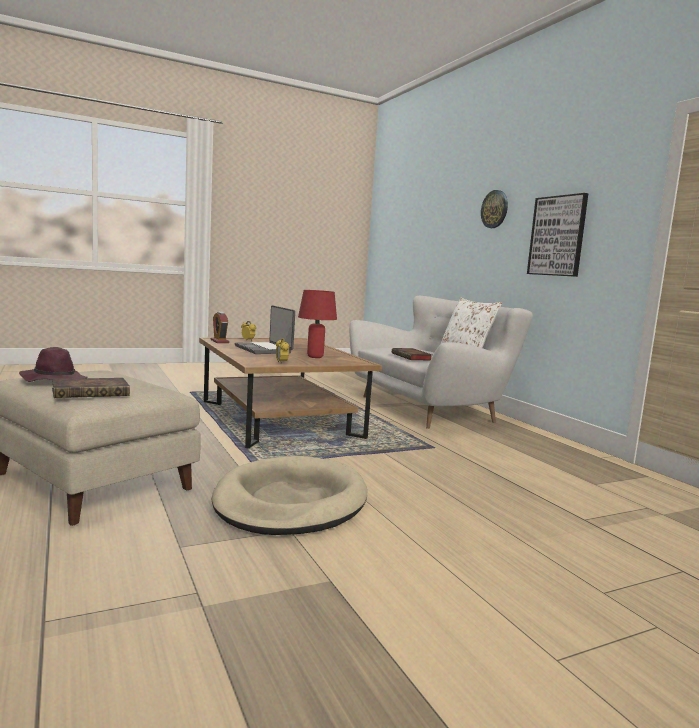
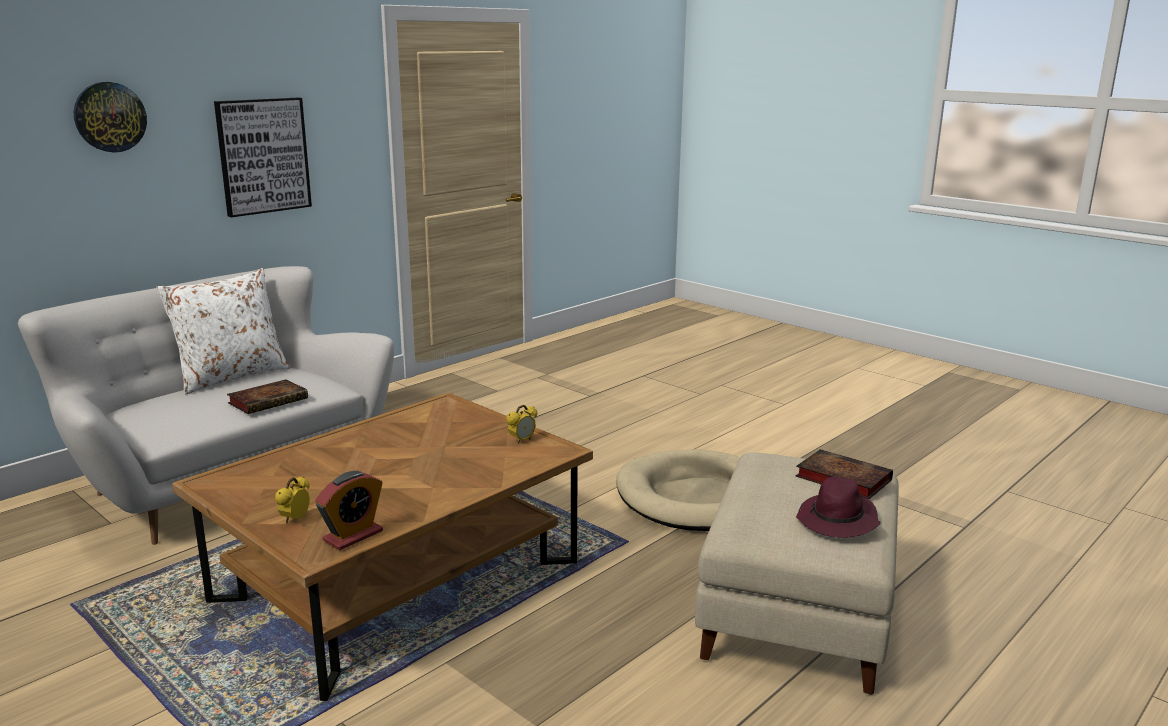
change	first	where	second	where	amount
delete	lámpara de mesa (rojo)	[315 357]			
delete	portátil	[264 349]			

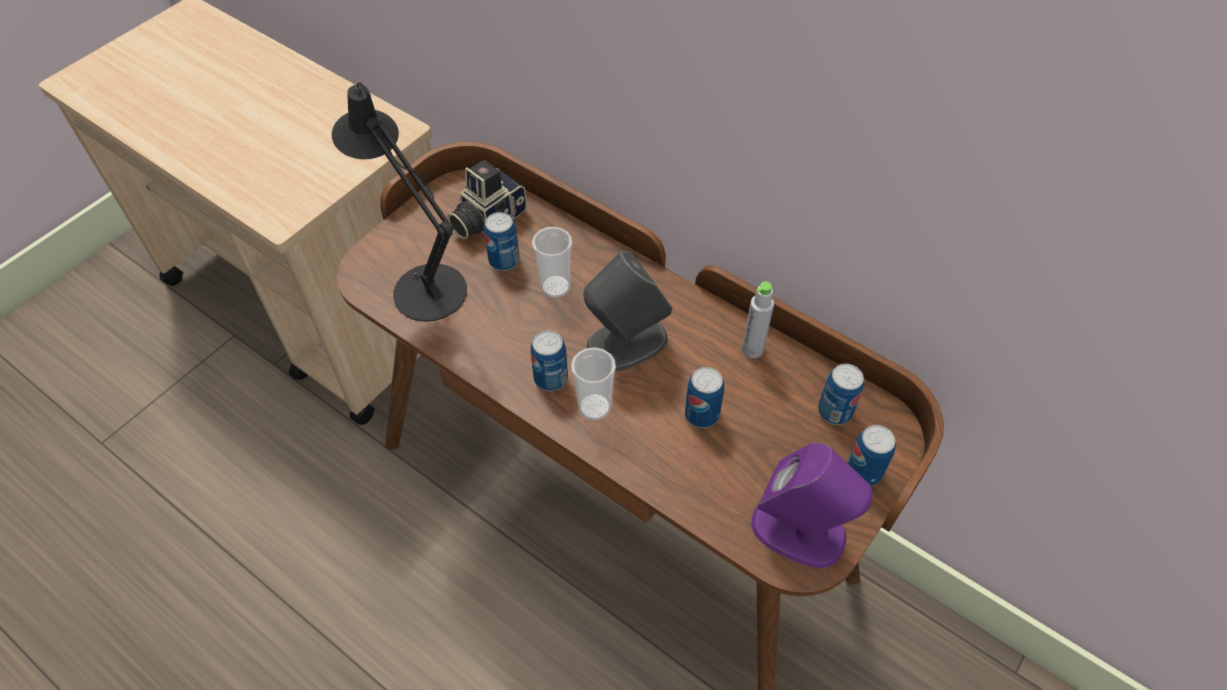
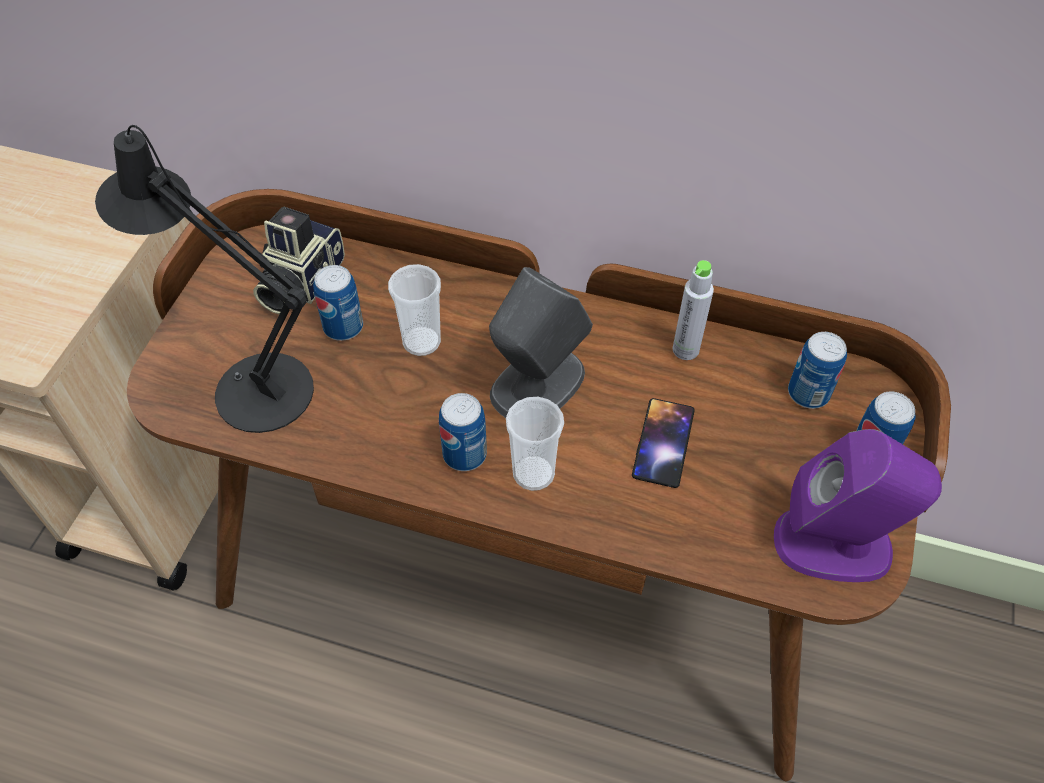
change	first	where	second	where	amount
replace	lata	[701 414]	móvil	[663 443]	

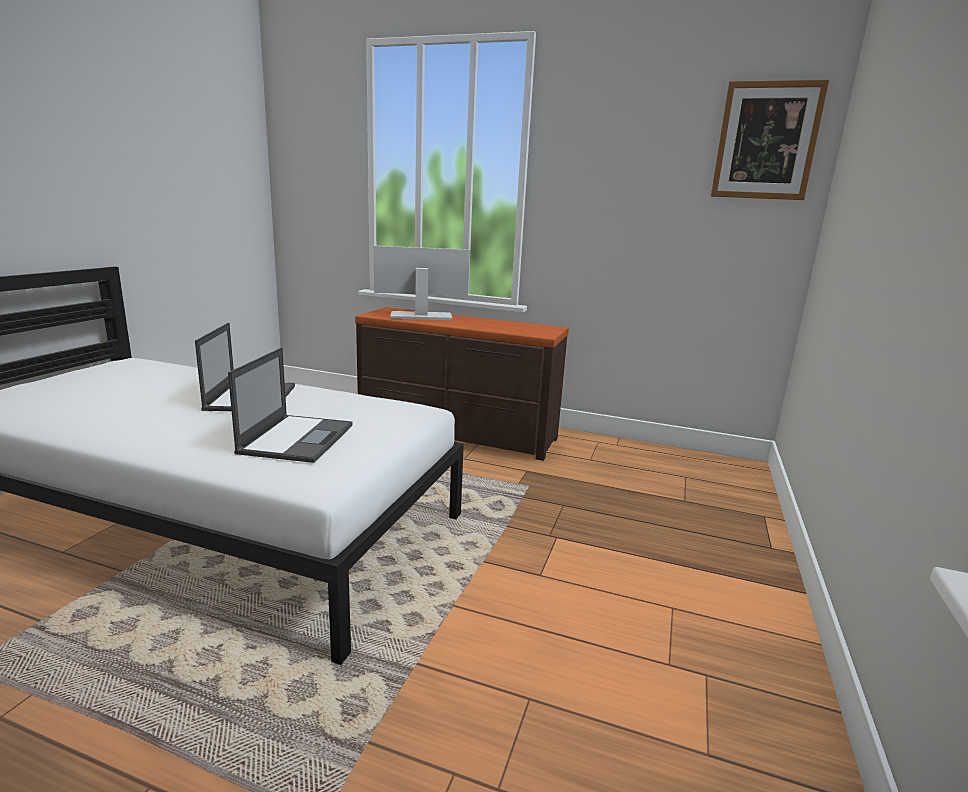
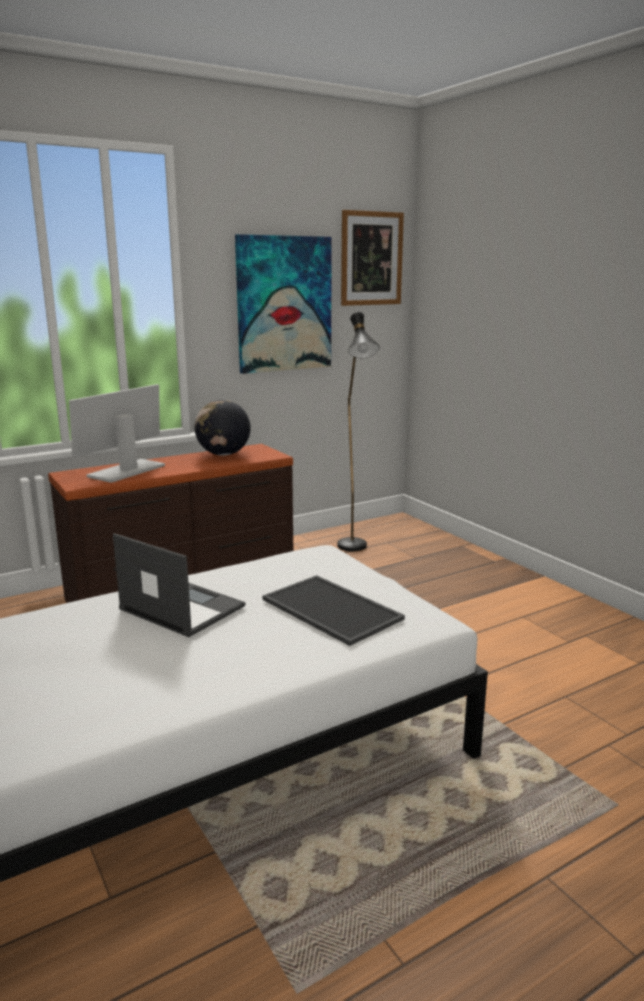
change	first	where	second	where	amount
replace	portátil	[297 438]	bandeja	[329 609]	
insert			cuadro	[284 304]	
insert			lámpara de pie (negro)	[355 550]	
insert			globo terráqueo	[223 454]	

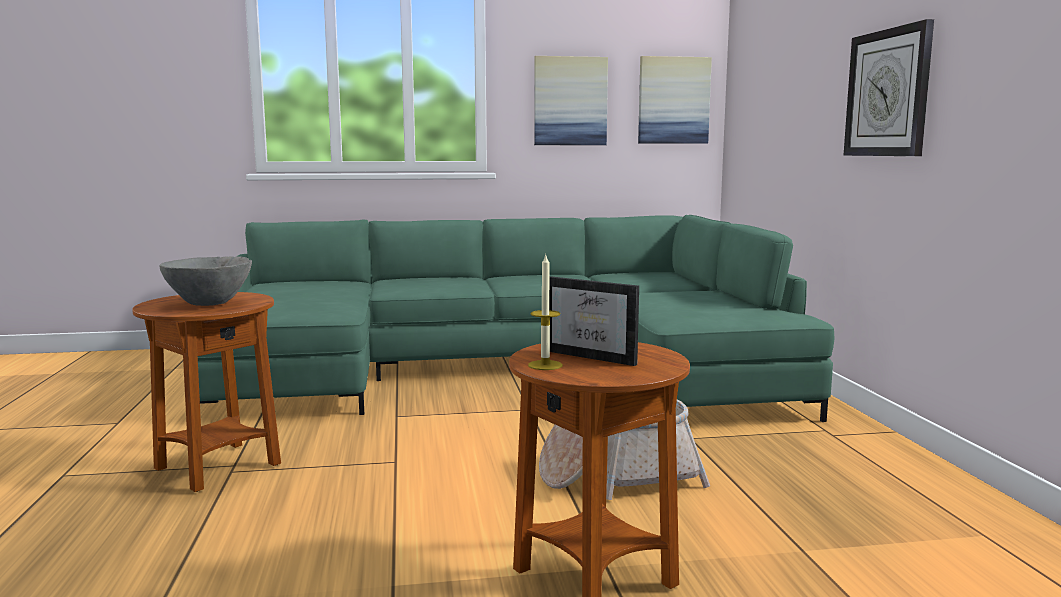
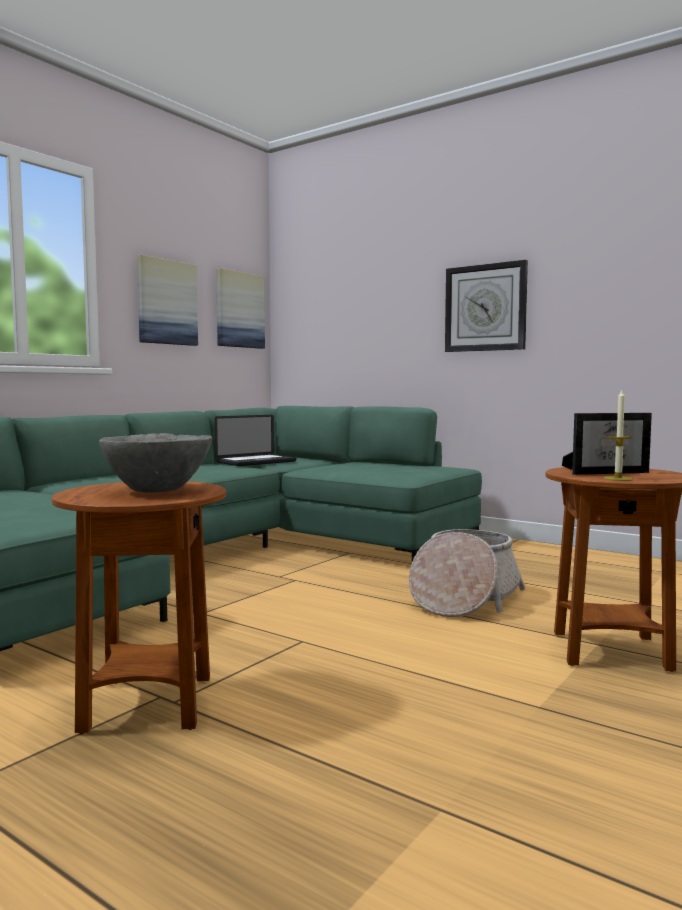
change	first	where	second	where	amount
insert			portátil	[256 462]	

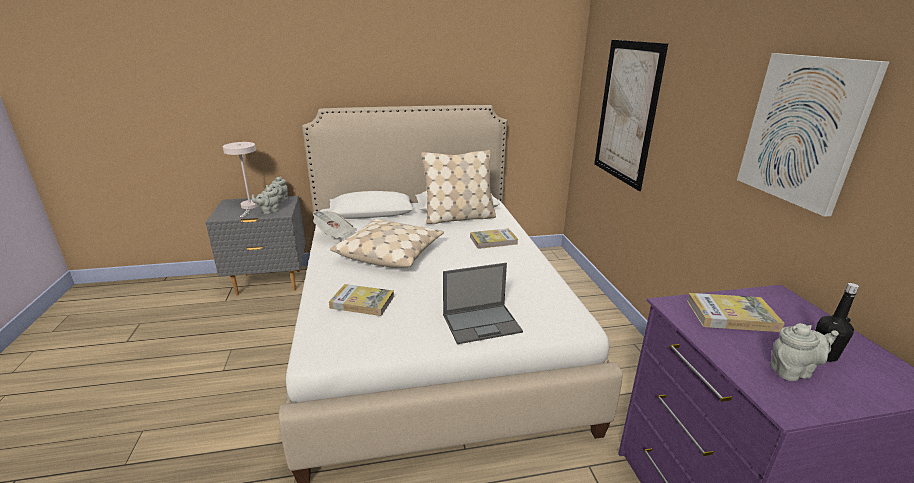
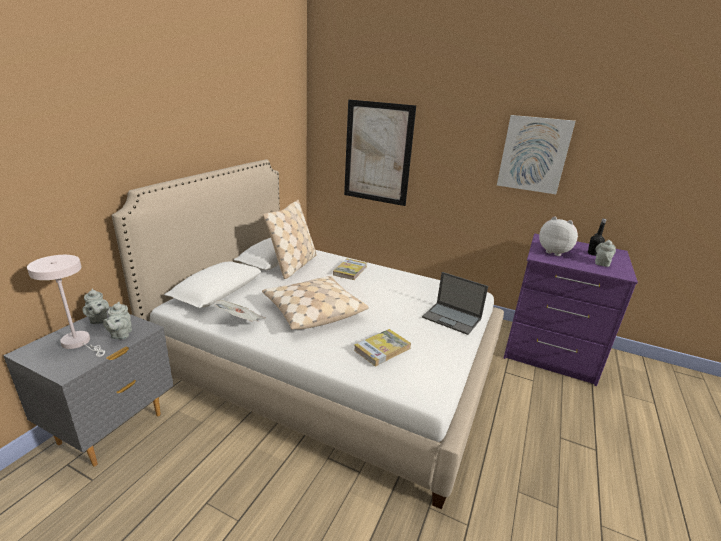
change	first	where	second	where	amount
rotate	portátil	[482 323]		[452 318]	105 degrees clockwise
replace	libro	[731 315]	peluche	[555 252]	

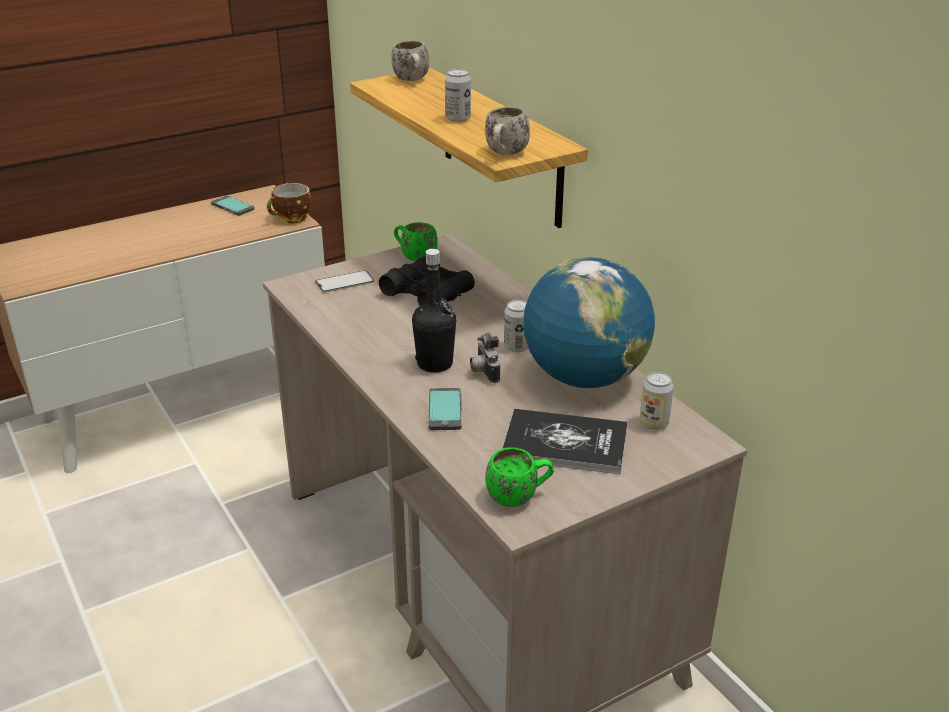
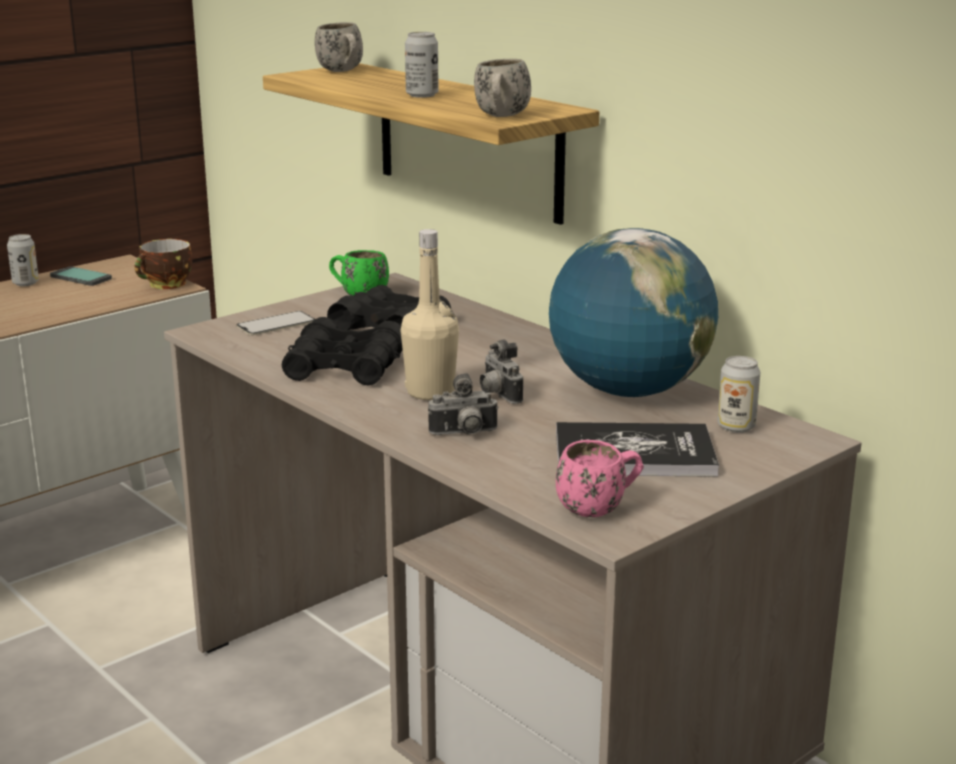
change	first	where	second	where	amount
recolor	botella (negro)	[435 364]	botella (beis)	[430 392]	
move	lata	[516 347]		[25 283]	
replace	móvil	[445 410]	cámara	[464 434]	
recolor	taza grande (verde)	[519 497]	taza grande (rosa)	[599 508]	
insert			prismáticos (negro)	[345 367]	

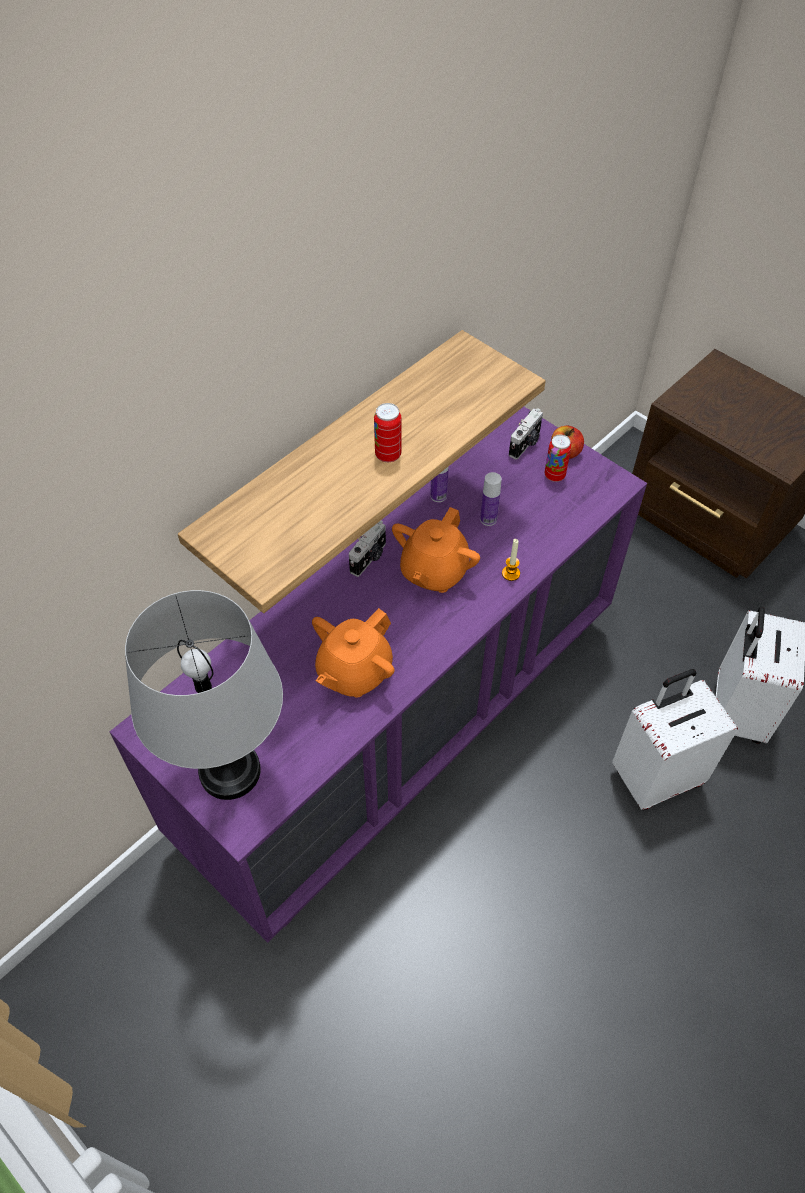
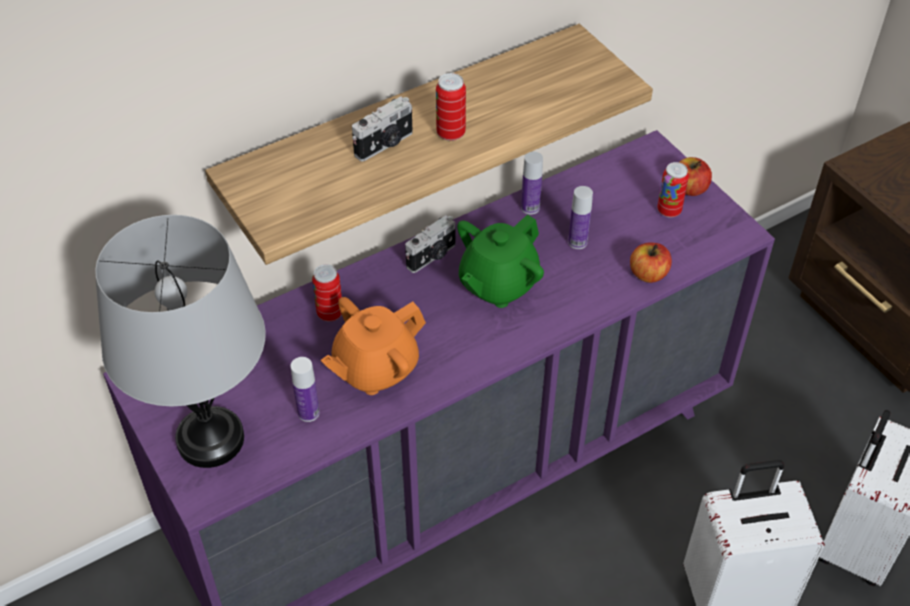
change	first	where	second	where	amount
move	cámara	[525 444]		[385 145]	
recolor	tetera (naranja)	[433 571]	tetera (verde)	[498 284]	
delete	vela	[510 573]			
insert			manzana	[648 274]	
insert			lata	[330 313]	
insert			botella	[308 413]	

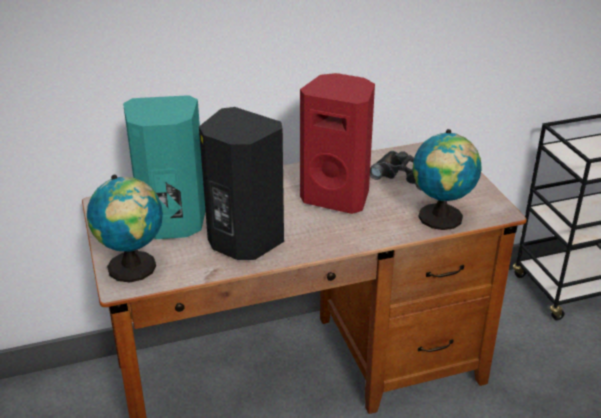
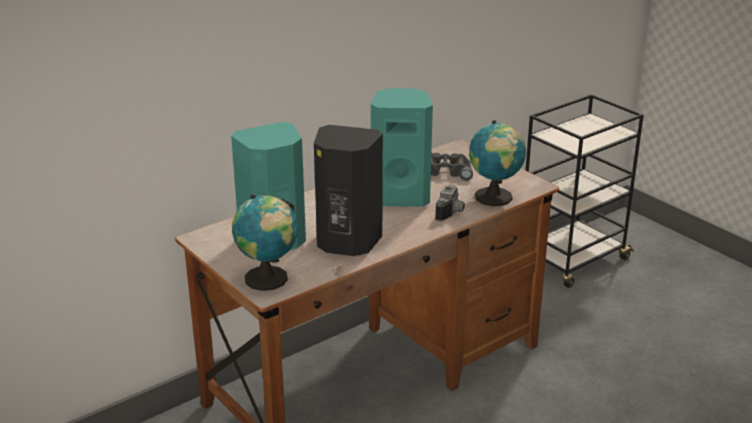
change	first	where	second	where	amount
recolor	altavoz (rojo)	[337 197]	altavoz (turquesa)	[400 197]	
insert			cámara	[452 213]	

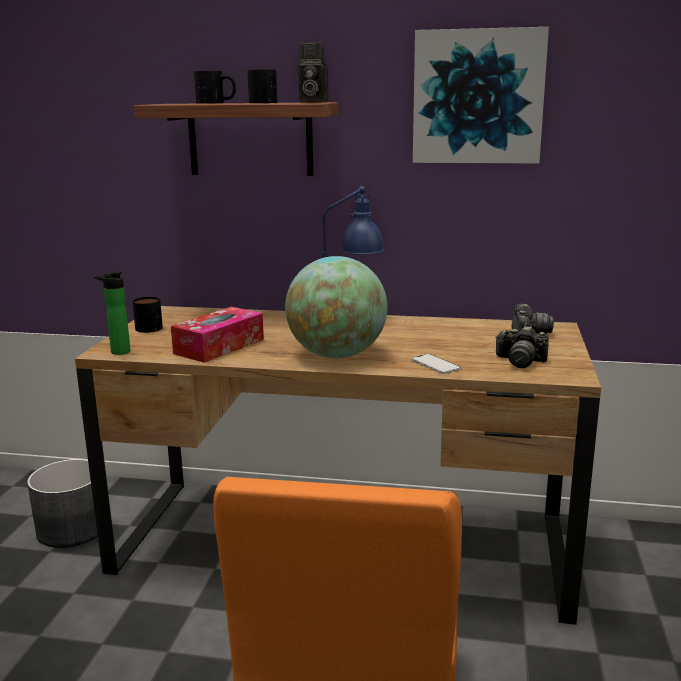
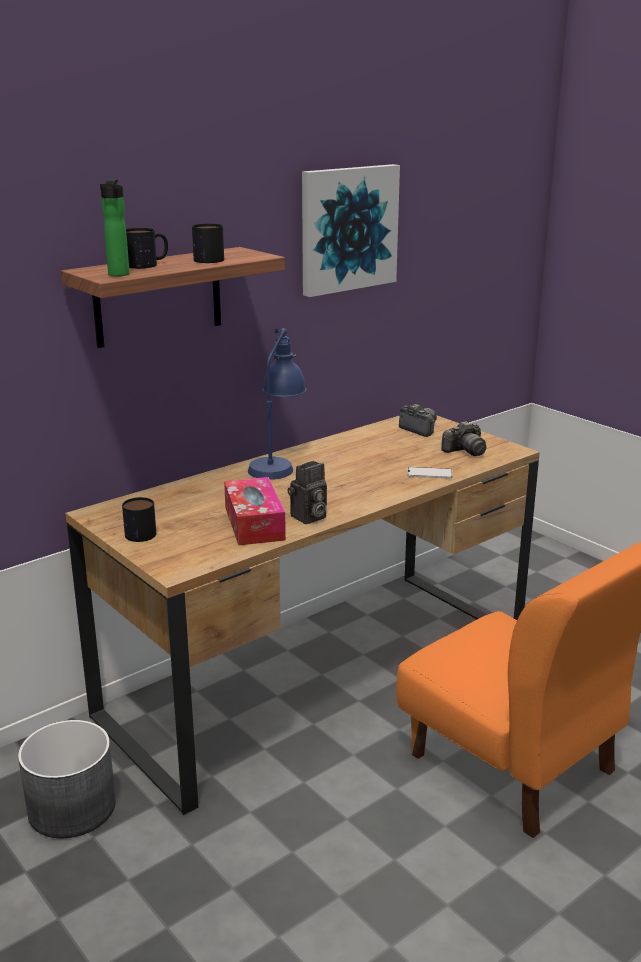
change	first	where	second	where	amount
move	cámara	[311 102]		[308 518]	
delete	globo terráqueo	[336 355]			
move	botella	[117 352]		[118 275]	

